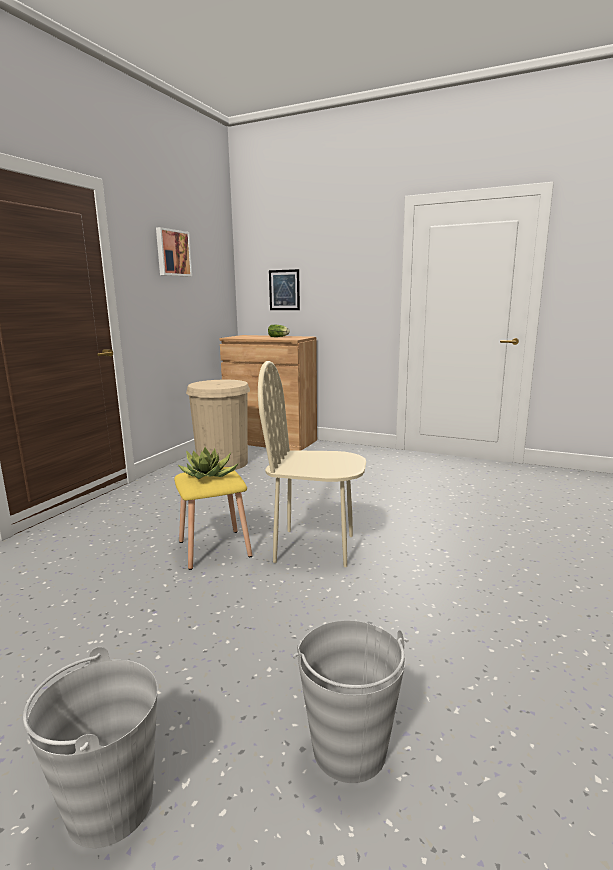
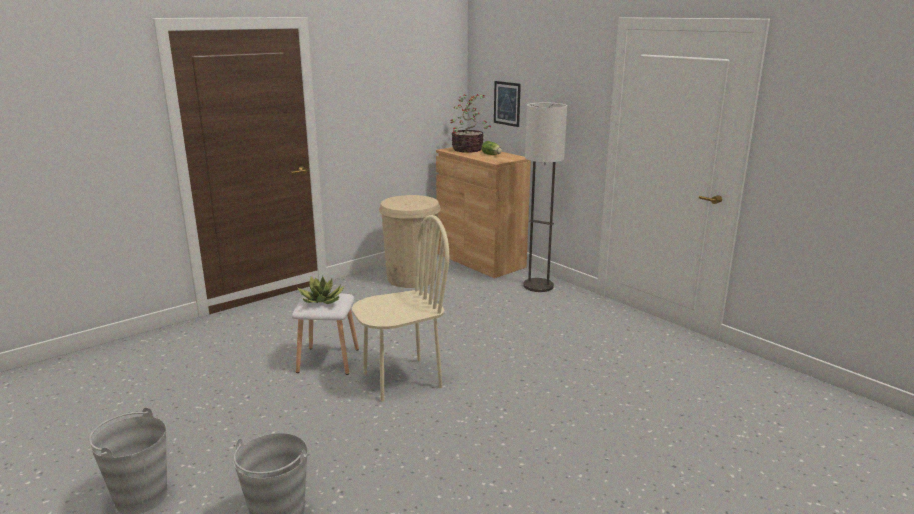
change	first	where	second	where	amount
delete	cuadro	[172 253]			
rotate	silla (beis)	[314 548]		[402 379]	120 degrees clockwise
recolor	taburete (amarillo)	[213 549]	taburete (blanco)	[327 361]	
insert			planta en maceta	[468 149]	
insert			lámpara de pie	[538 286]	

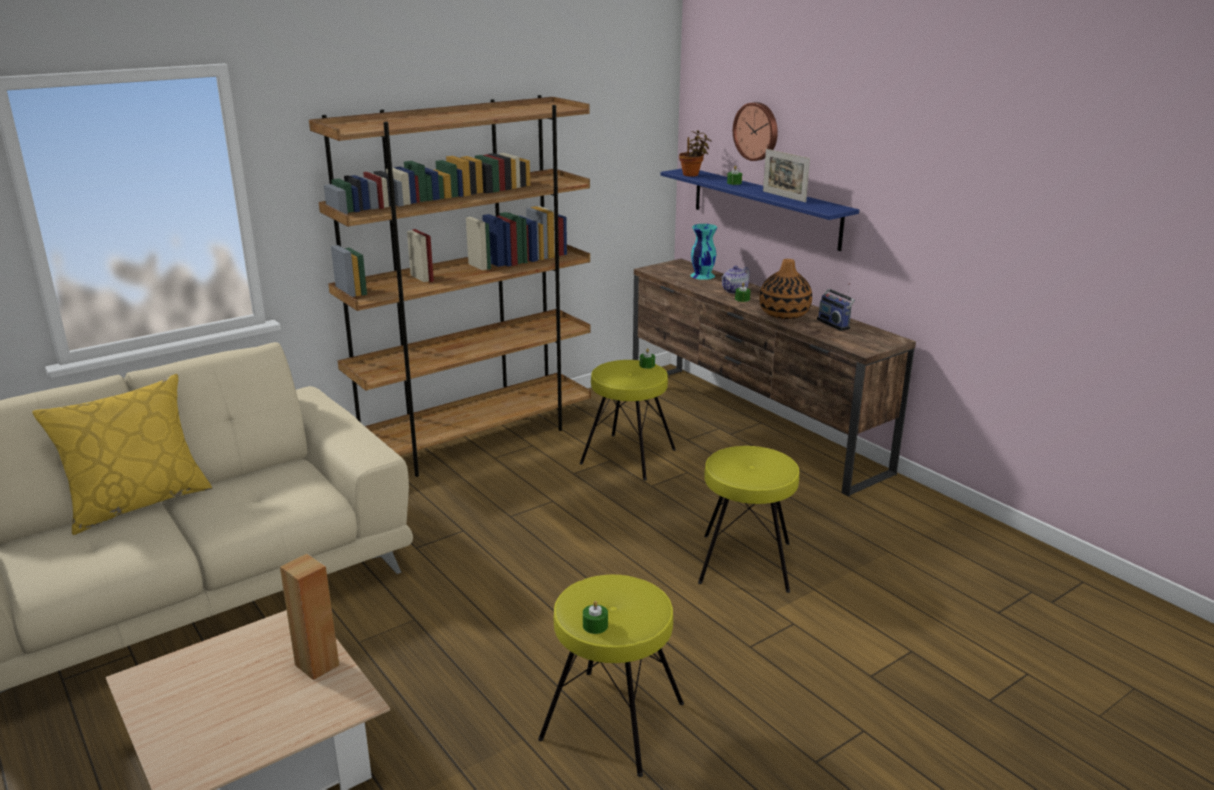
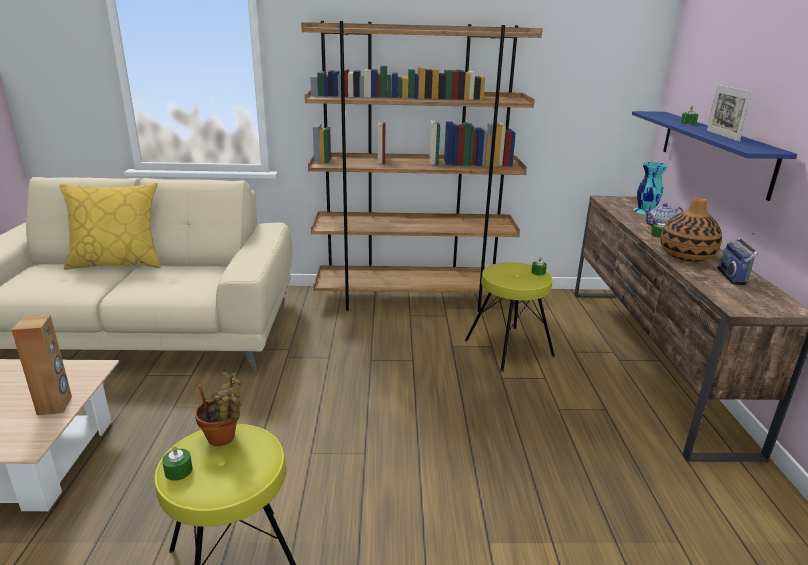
change	first	where	second	where	amount
delete	reloj de pared	[757 131]			
move	planta en maceta	[692 174]		[224 438]	
delete	taburete (amarillo)	[745 562]			

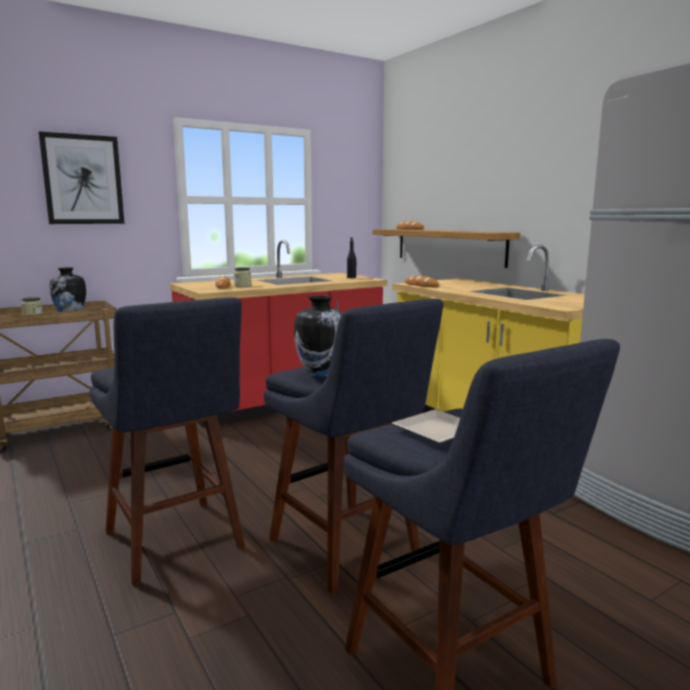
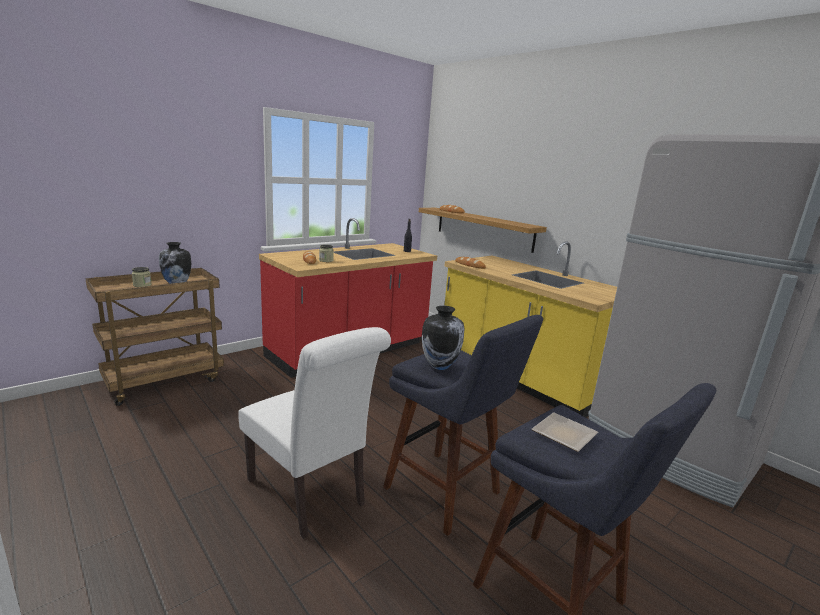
change	first	where	second	where	amount
delete	cuadro	[83 180]			
replace	taburete (azul)	[177 544]	silla (blanco)	[310 495]	

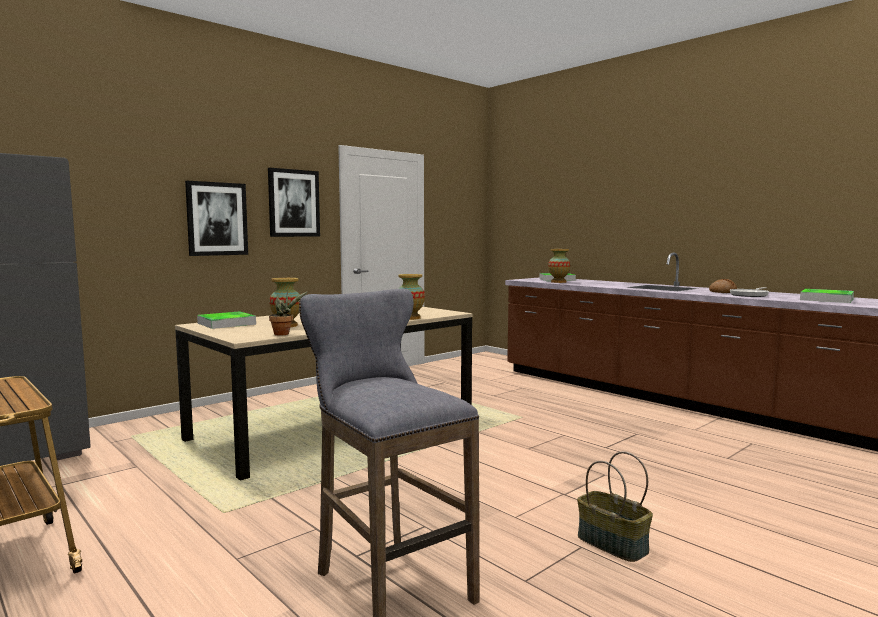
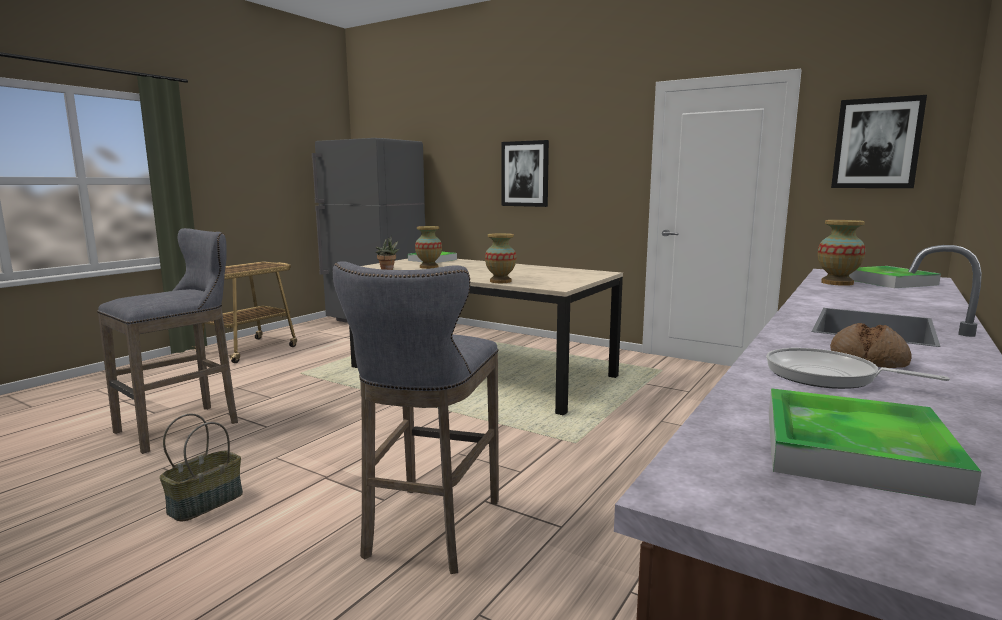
change	first	where	second	where	amount
move	cuadro	[293 203]		[876 143]	
insert			taburete (gris)	[430 531]	

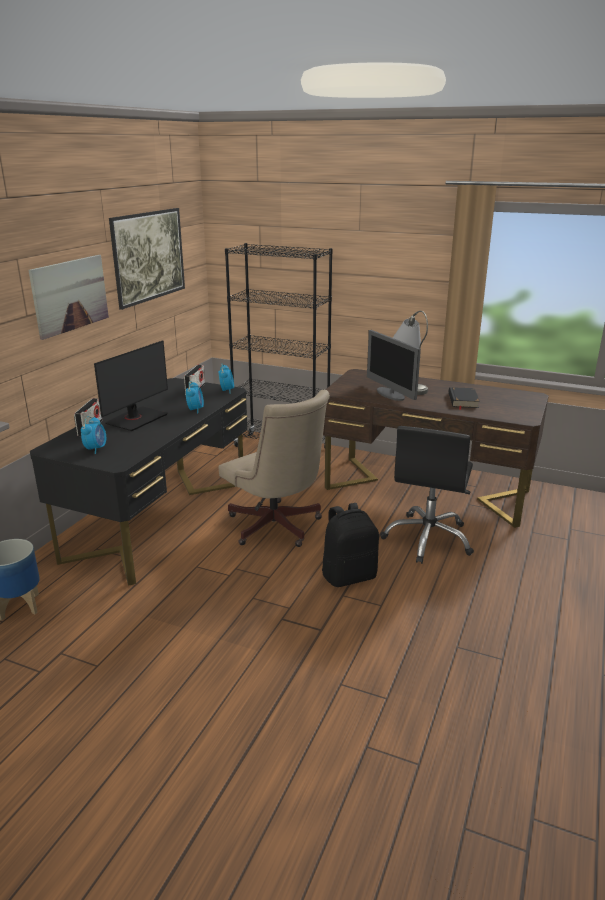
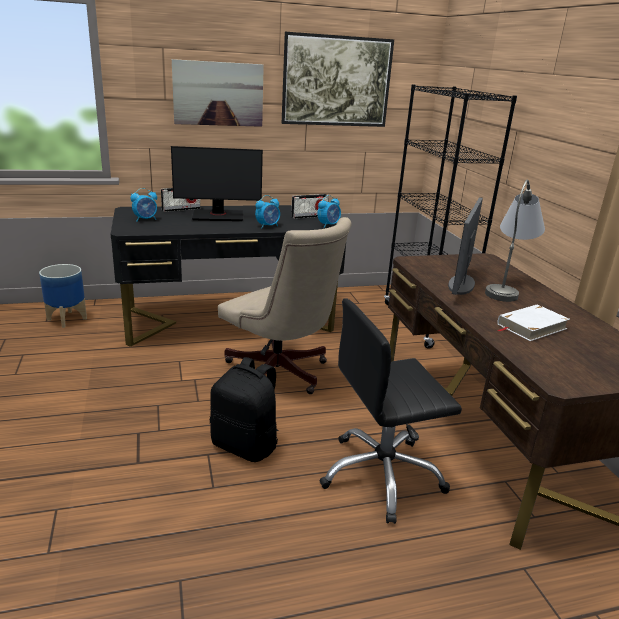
change	first	where	second	where	amount
recolor	libro (negro)	[463 400]	libro (blanco)	[531 326]	
rotate	silla de oficina (beis)	[277 528]		[281 374]	60 degrees counterclockwise

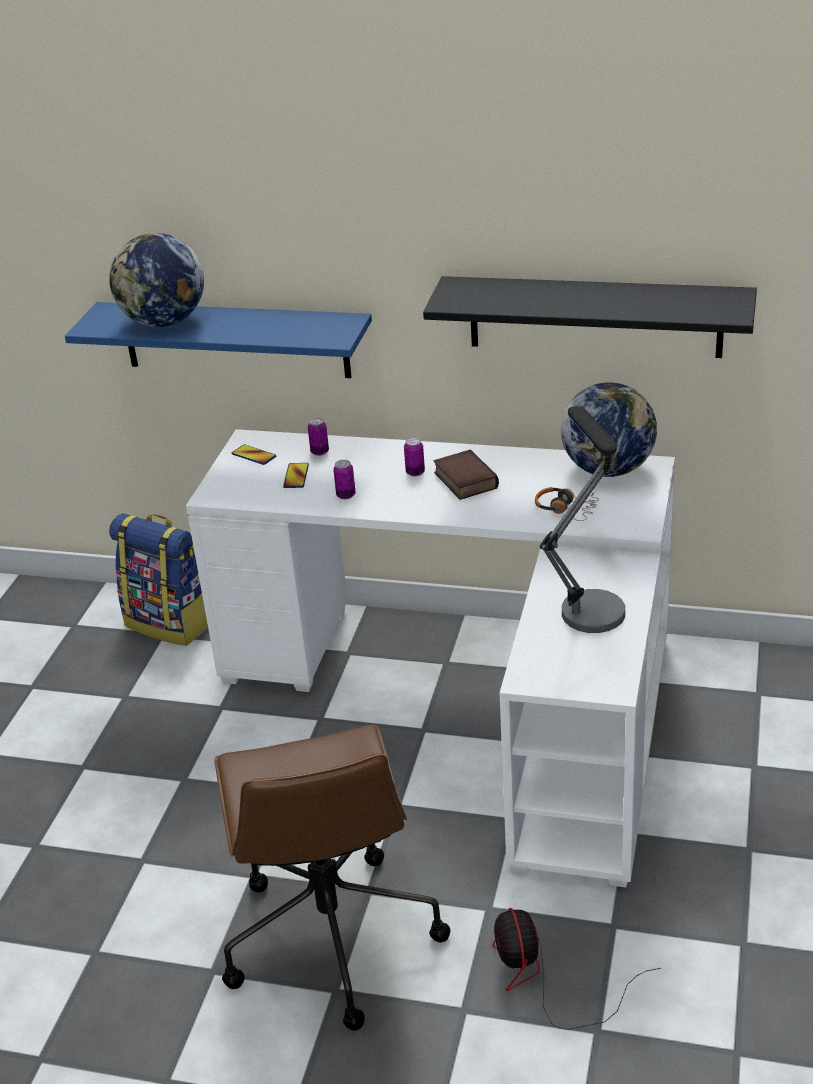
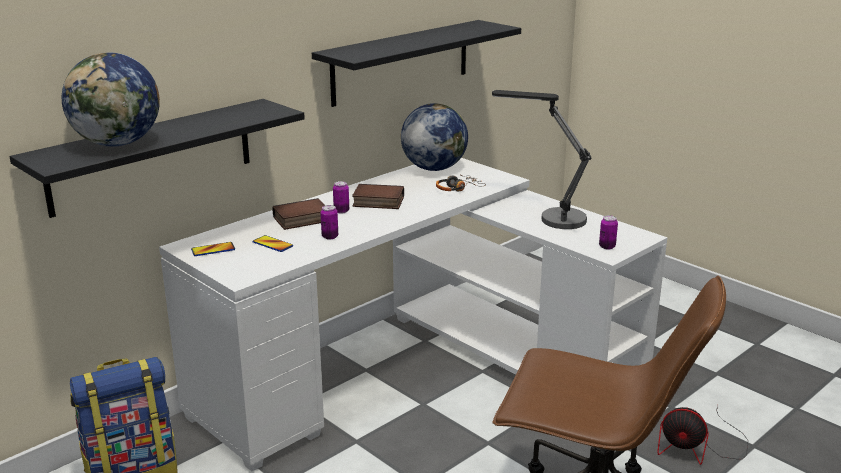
change	first	where	second	where	amount
recolor	estante (azul)	[235 339]	estante (negro)	[152 156]	
move	lata	[319 452]		[607 246]	
insert			libro	[301 220]	

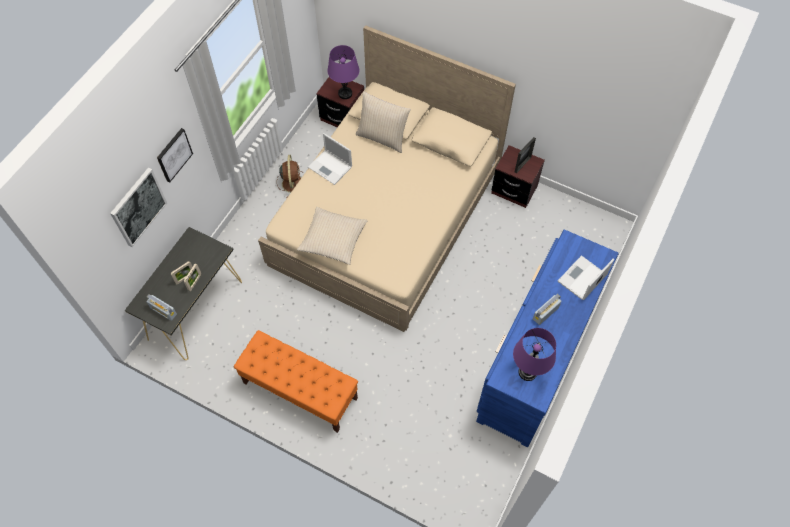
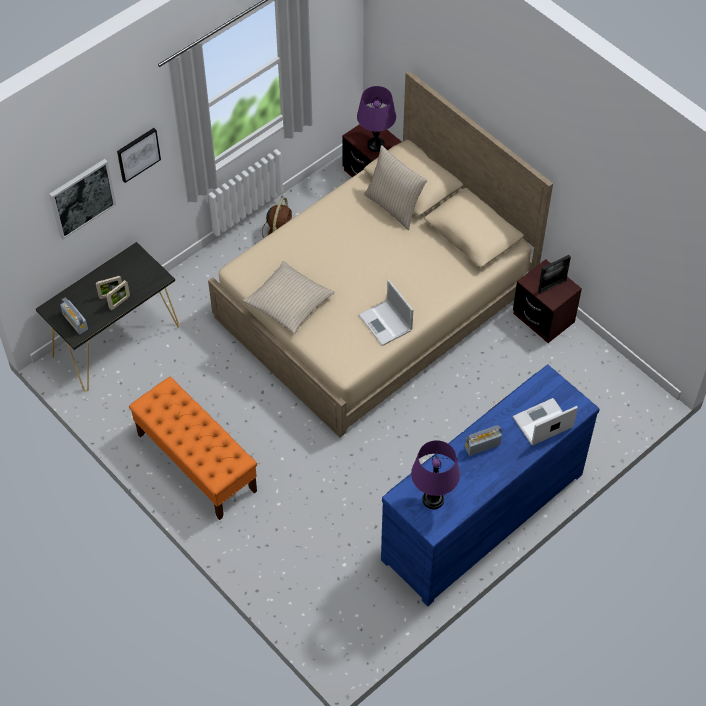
change	first	where	second	where	amount
move	portátil	[330 167]		[386 323]	

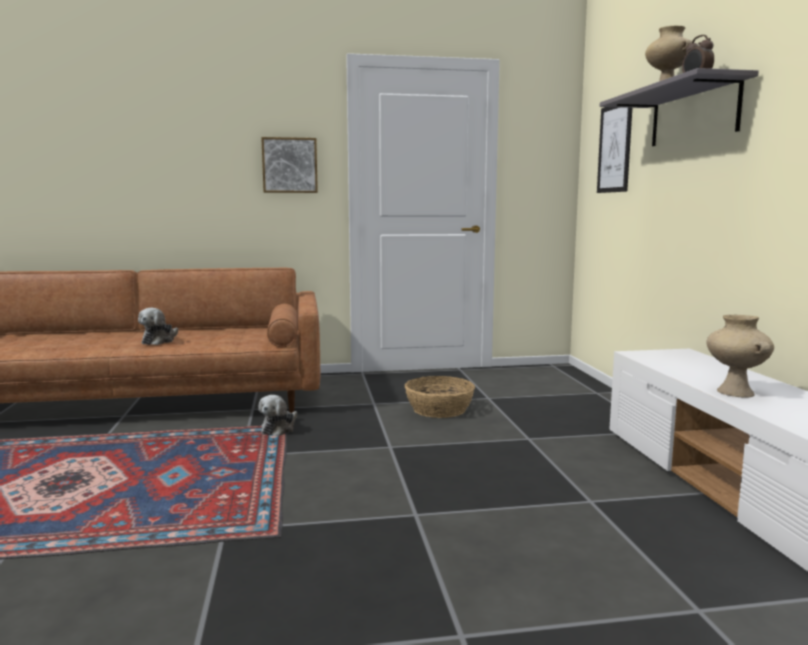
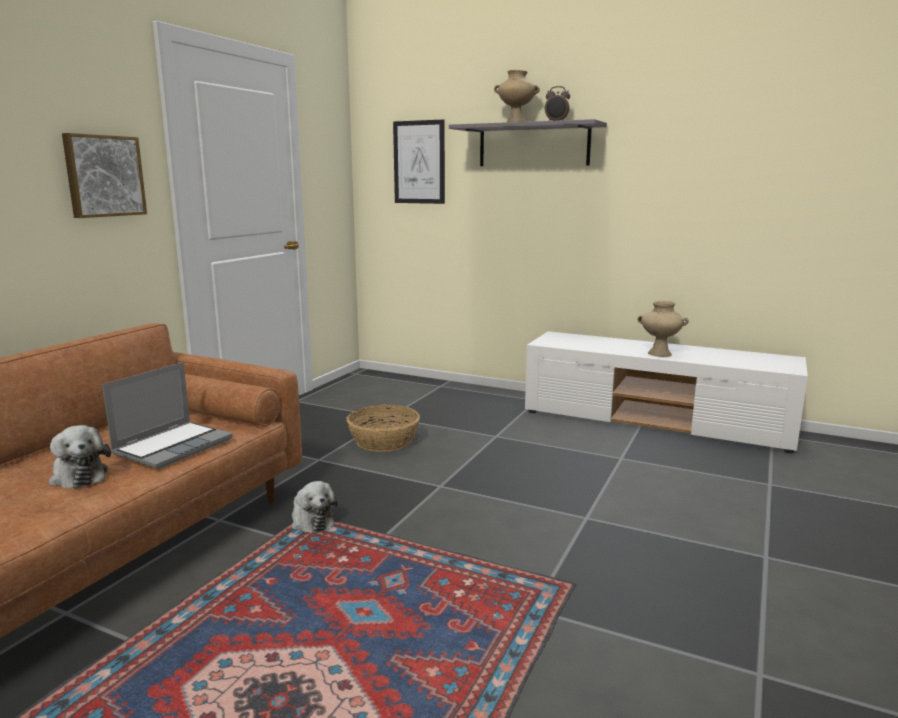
change	first	where	second	where	amount
insert			portátil	[173 446]	

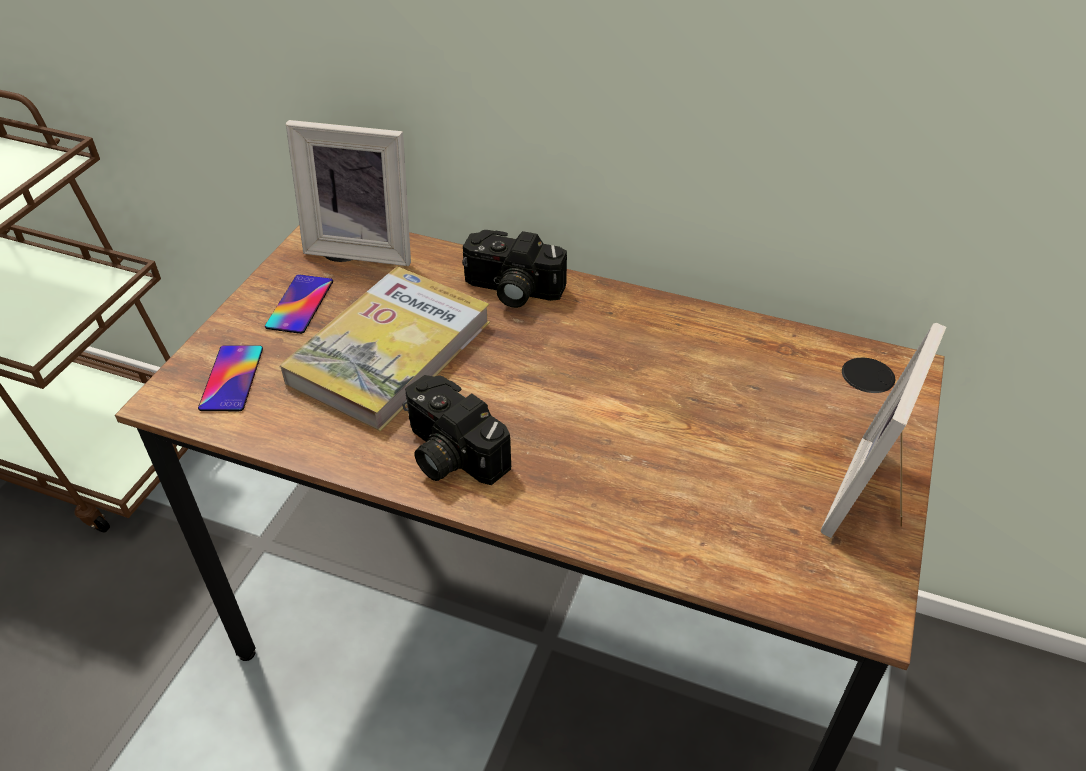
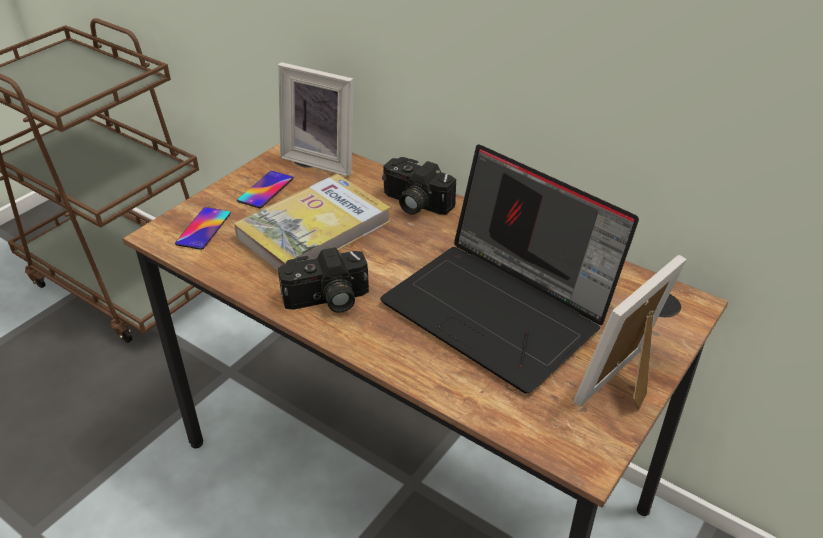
change	first	where	second	where	amount
rotate	cámara	[448 454]		[327 300]	75 degrees counterclockwise
insert			portátil	[502 309]	

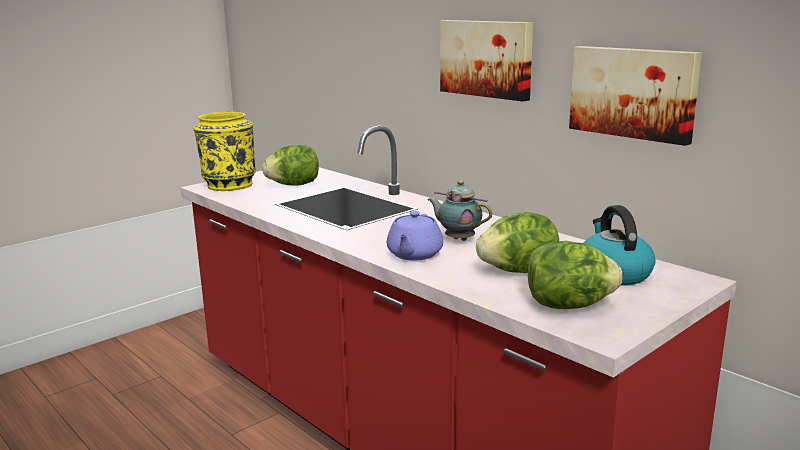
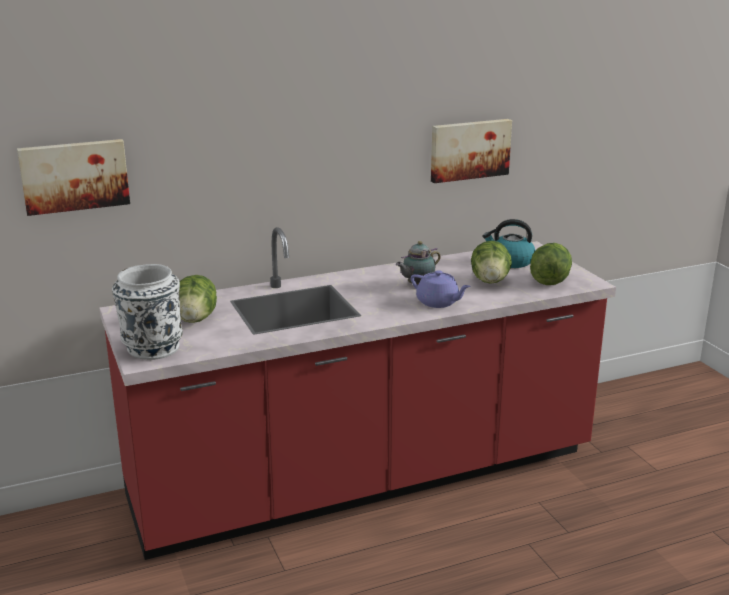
change	first	where	second	where	amount
move	cuadro	[487 58]		[74 175]	
recolor	florero (amarillo)	[228 185]	florero (blanco)	[152 349]	

